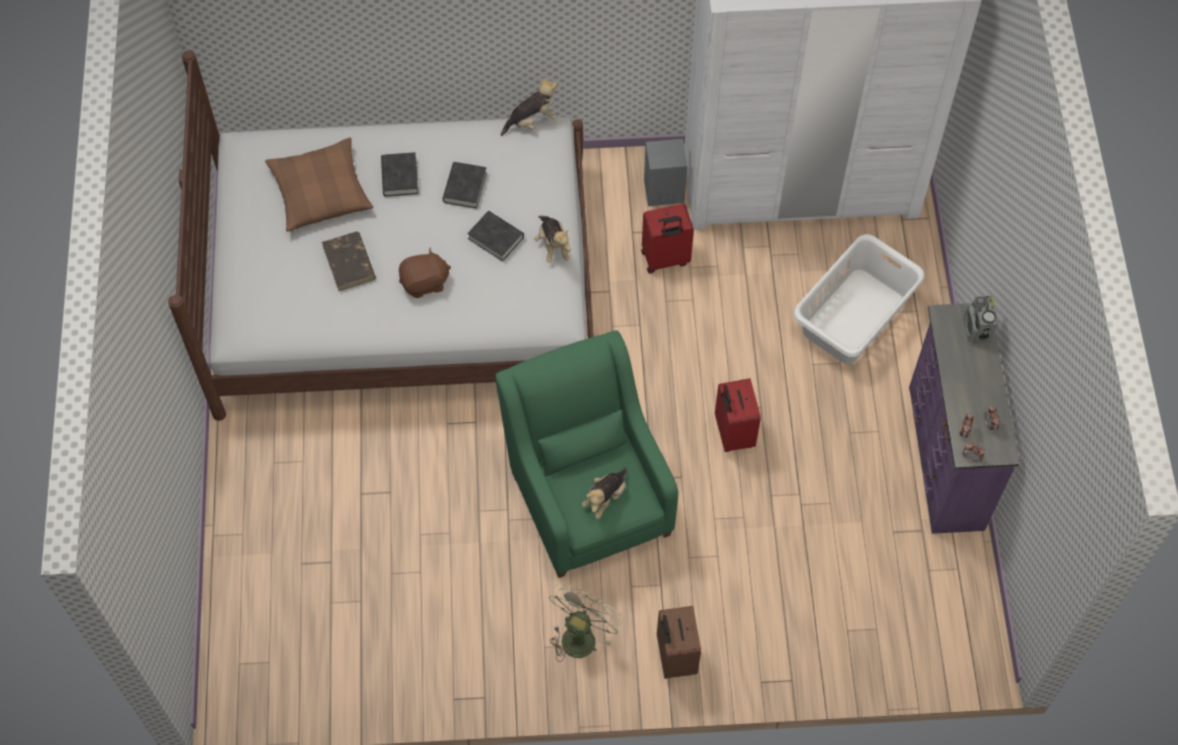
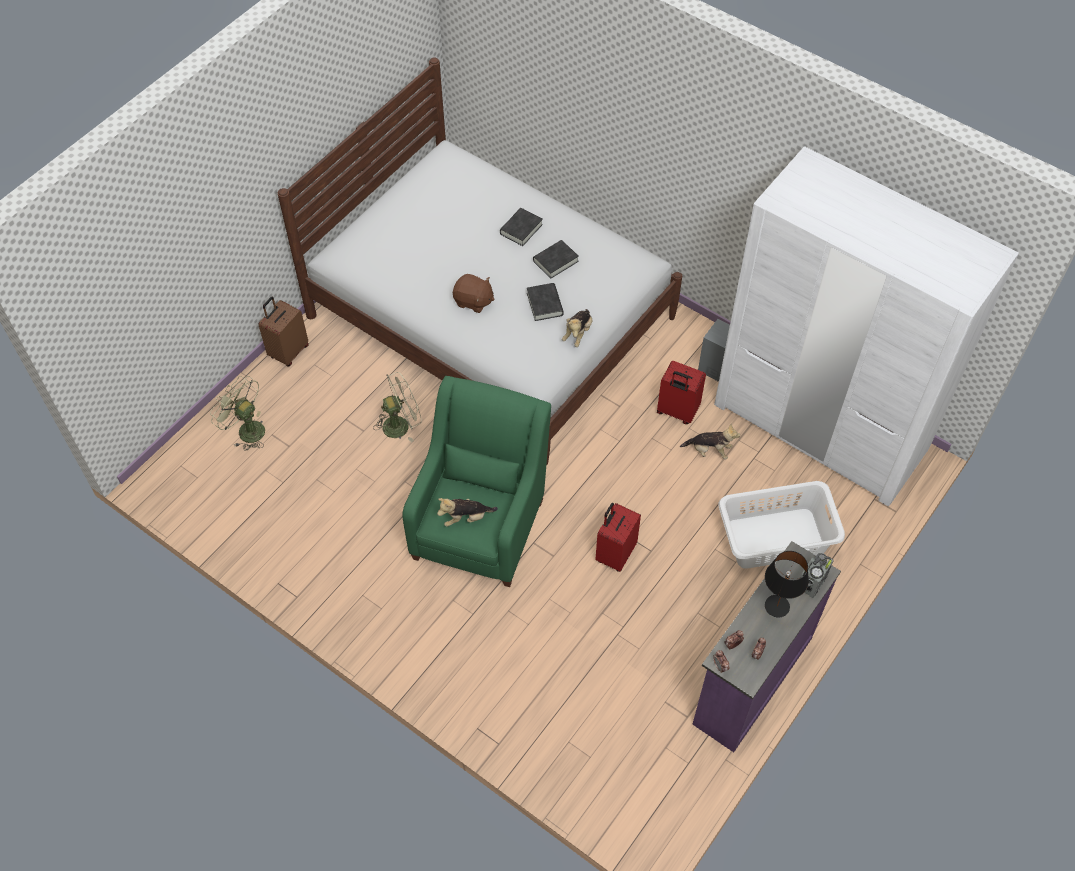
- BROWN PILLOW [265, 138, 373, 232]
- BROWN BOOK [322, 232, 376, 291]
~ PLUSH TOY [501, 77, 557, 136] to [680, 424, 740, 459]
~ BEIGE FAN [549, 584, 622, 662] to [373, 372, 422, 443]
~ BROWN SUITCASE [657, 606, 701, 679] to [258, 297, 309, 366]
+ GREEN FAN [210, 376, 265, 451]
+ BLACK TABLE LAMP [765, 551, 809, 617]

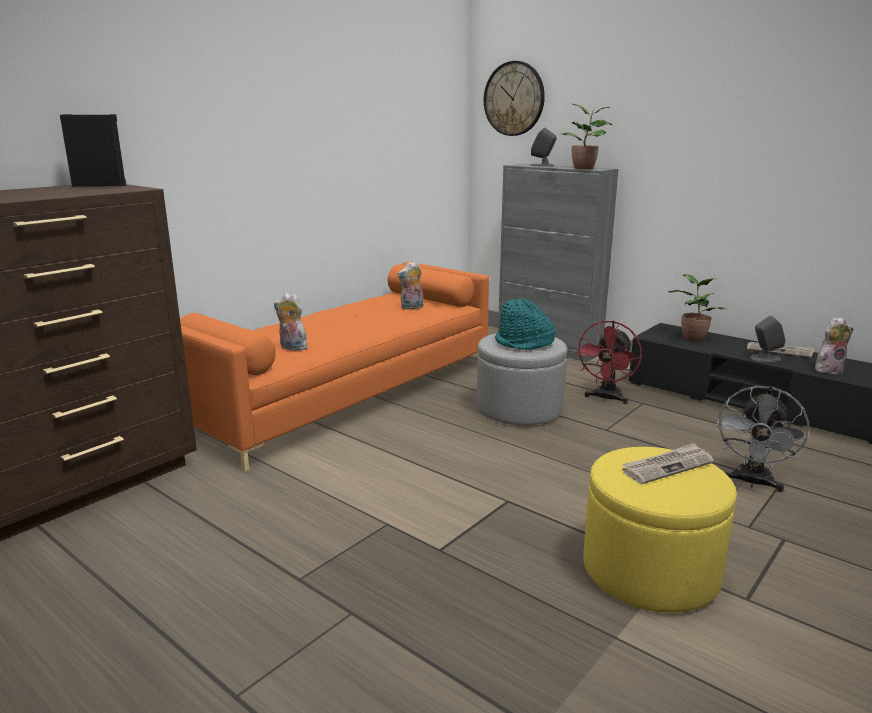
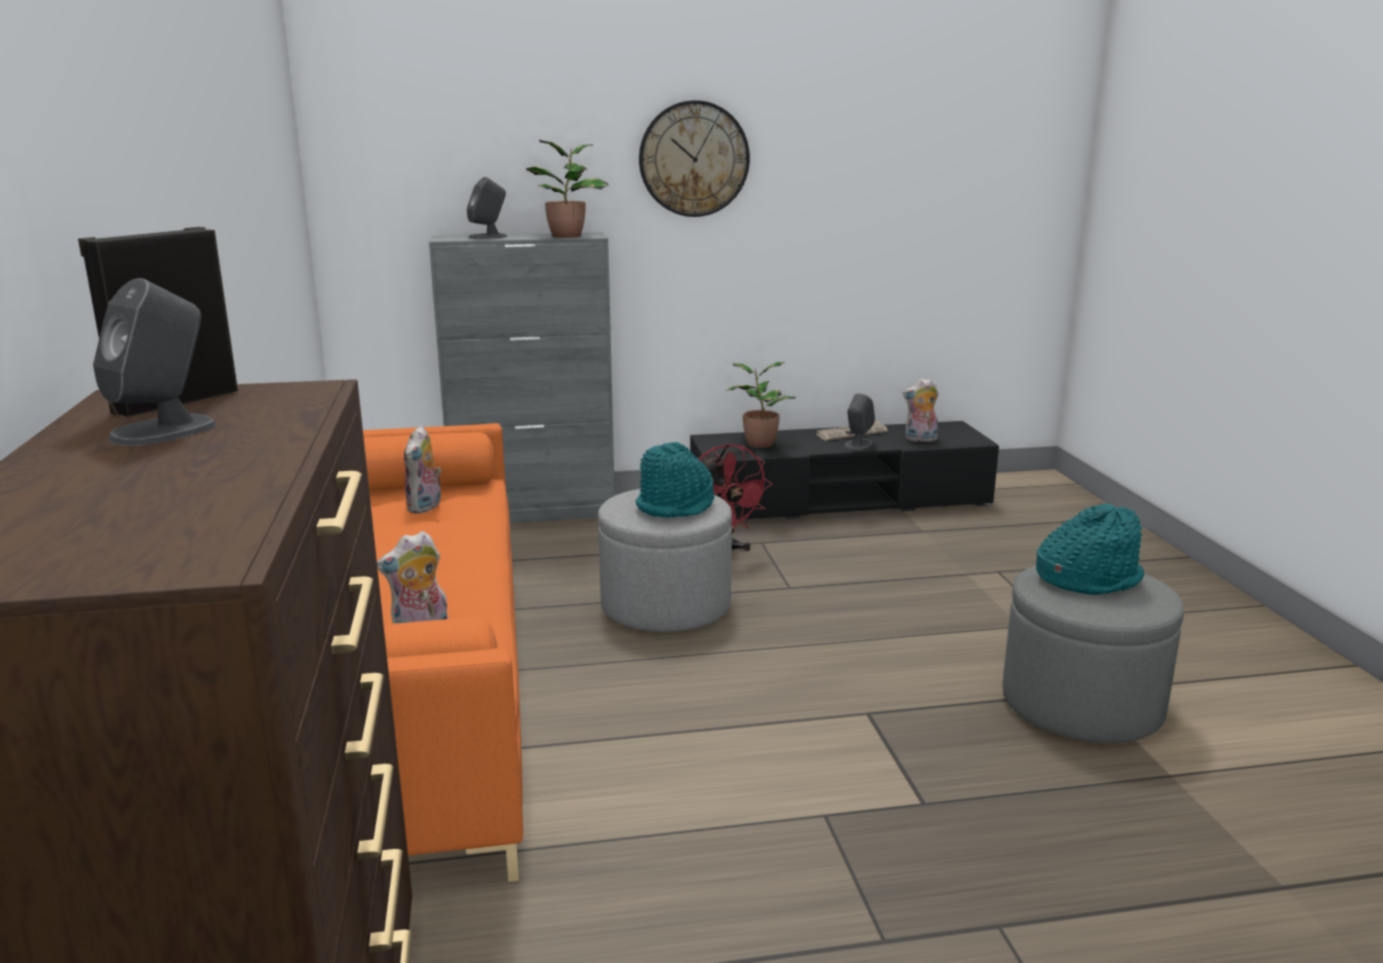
~ WALL CLOCK [484, 61, 545, 136] to [639, 100, 750, 217]
~ YELLOW OTTOMAN [583, 447, 737, 613] to GREY OTTOMAN [1002, 565, 1184, 743]
~ NEWSPAPER [622, 443, 714, 484] to TURQUOISE HAT [1036, 504, 1144, 595]
- GREY FAN [717, 386, 810, 492]
~ PLUSH TOY [815, 317, 854, 374] = [903, 378, 939, 442] 120 degrees counterclockwise
+ GREY SPEAKER [93, 278, 217, 446]

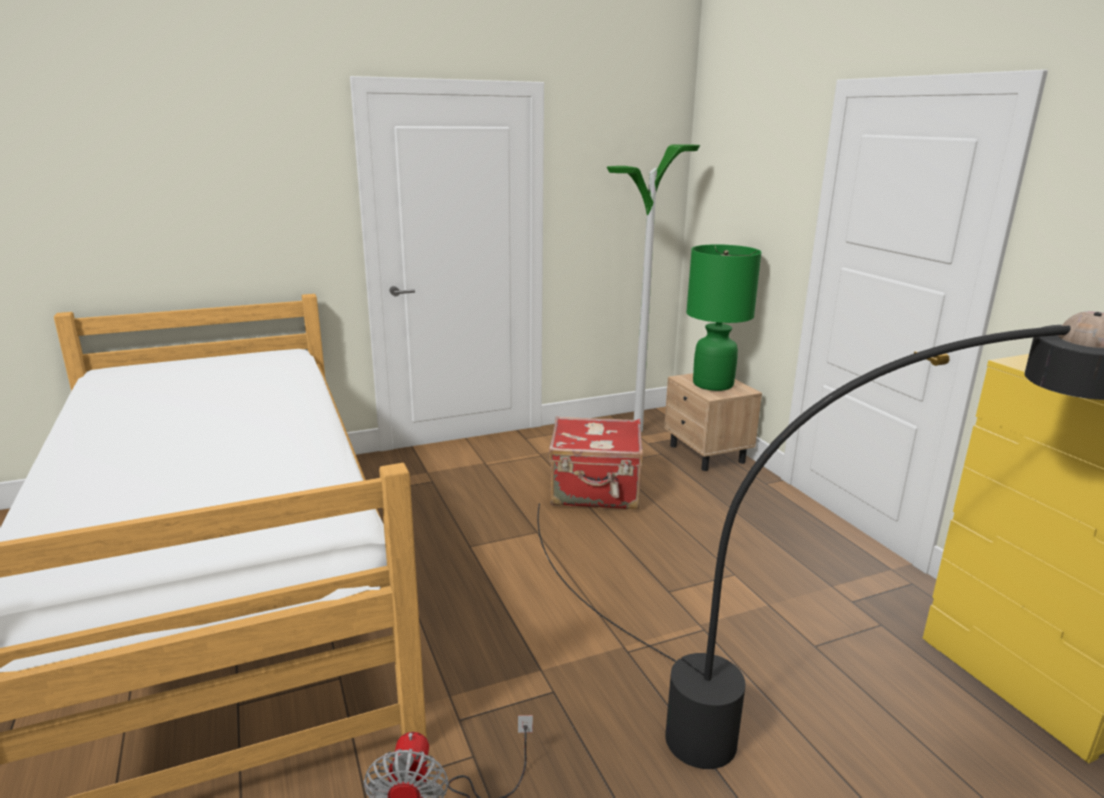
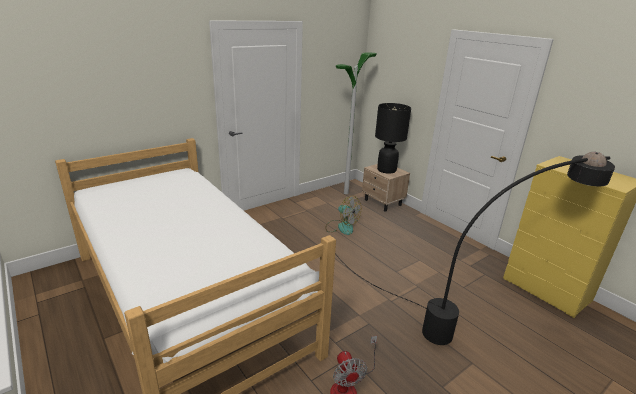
~ RED SUITCASE [548, 416, 643, 510] to FAN [325, 196, 361, 235]
~ GREEN TABLE LAMP [686, 244, 762, 391] to BLACK TABLE LAMP [375, 103, 411, 174]

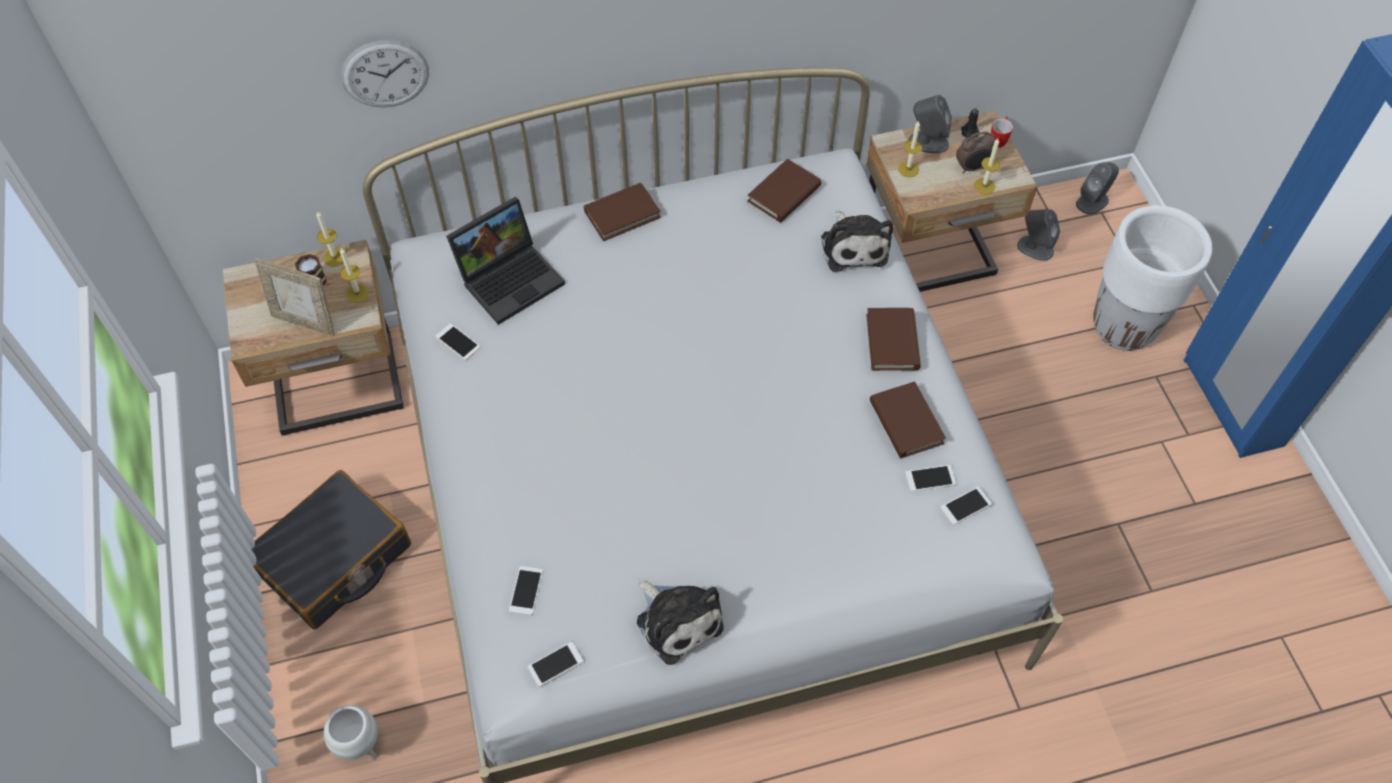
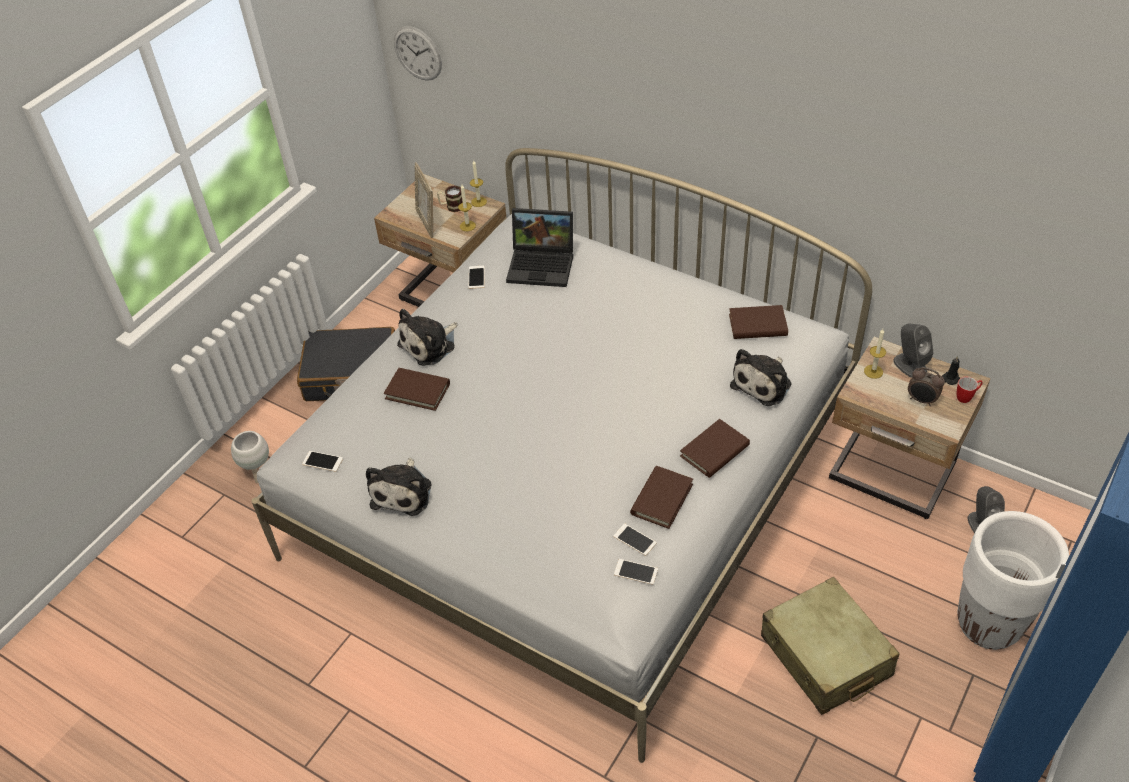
~ WALL CLOCK [341, 40, 429, 107] to [394, 26, 442, 81]
- PHONE [509, 566, 543, 615]
~ BROWN BOOK [584, 183, 661, 241] to [384, 368, 450, 411]
- CANDLE [974, 139, 1000, 195]
- GREY SPEAKER [1076, 163, 1119, 215]
+ PLUSH TOY [397, 309, 457, 366]
+ BEIGE SUITCASE [761, 577, 900, 715]

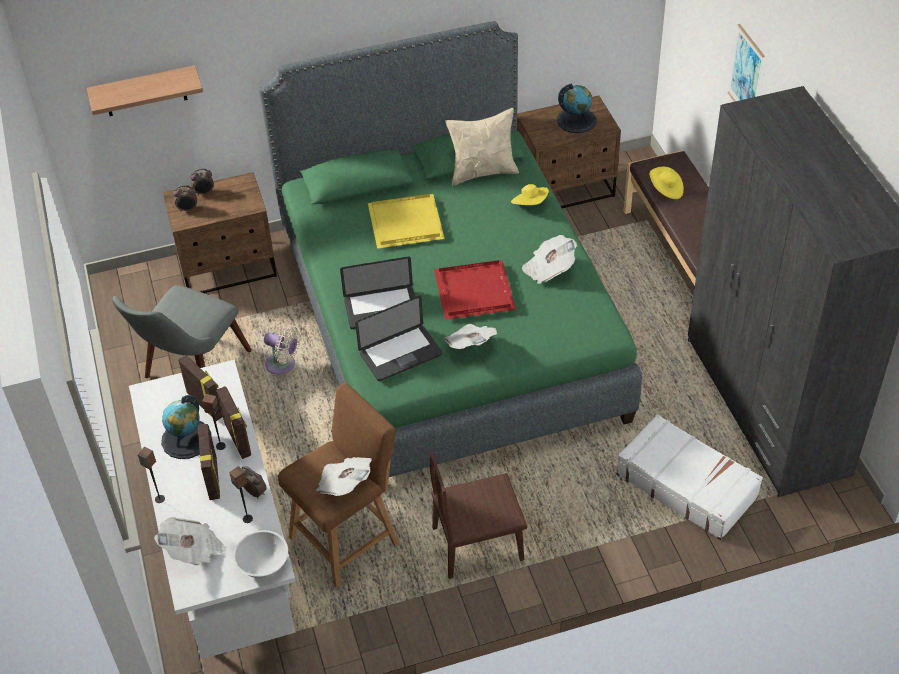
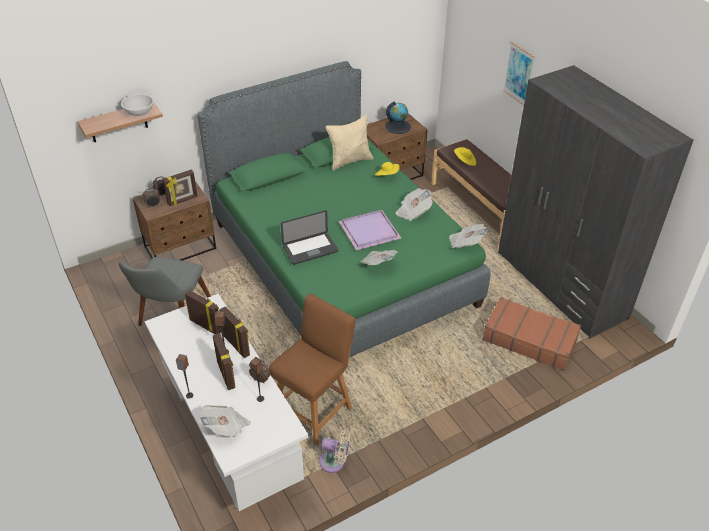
- GLOBE [161, 395, 212, 459]
~ WHITE BOWL [233, 530, 288, 578] to [121, 94, 154, 116]
~ BEIGE FAN [264, 325, 301, 375] to [320, 430, 350, 473]
~ NEWSPAPER [316, 457, 371, 496] to [449, 224, 488, 248]
- LAPTOP [355, 296, 442, 381]
- YELLOW TRAY [368, 194, 445, 249]
- BROWN CHAIR [430, 452, 527, 579]
~ RED TRAY [434, 260, 516, 320] to PURPLE TRAY [339, 210, 401, 250]
~ WHITE SUITCASE [616, 414, 763, 540] to BROWN SUITCASE [482, 297, 581, 371]
+ PICTURE FRAME [163, 169, 198, 206]

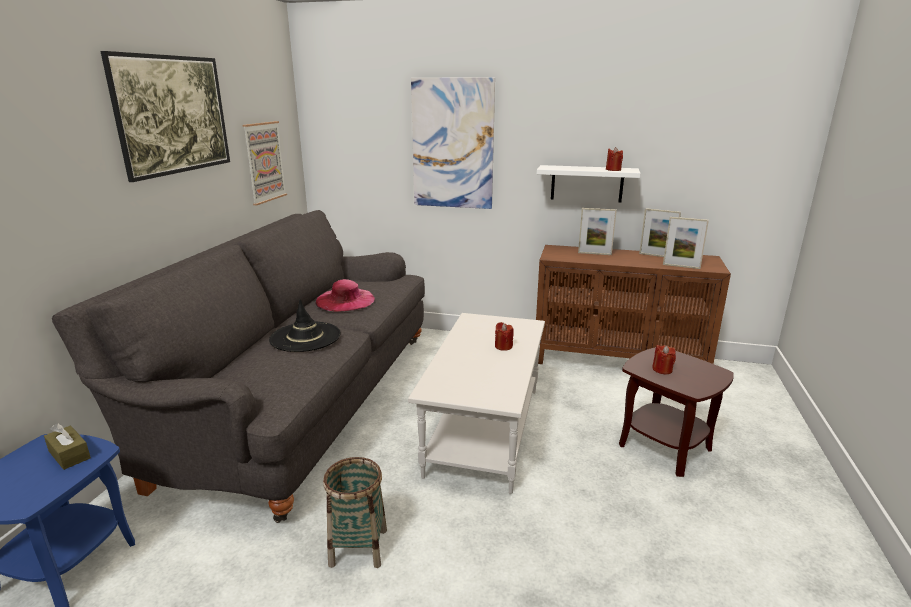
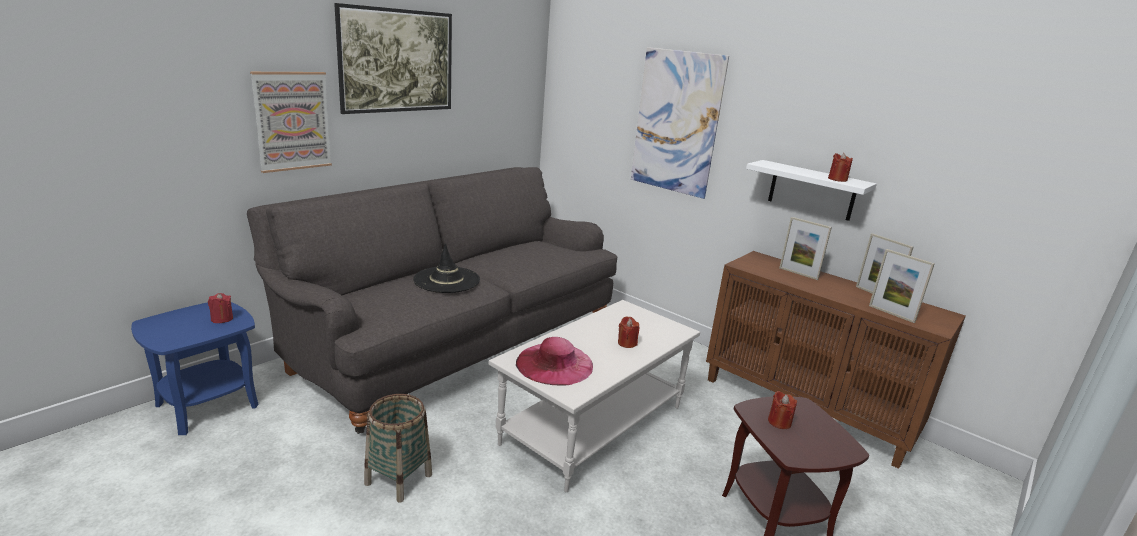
~ BROWN TISSUE BOX [44, 423, 91, 470] to RED CANDLE [208, 293, 233, 323]
~ PICTURE [243, 121, 287, 205] to [250, 72, 332, 173]
~ PINK HAT [316, 279, 375, 312] to [516, 337, 593, 386]

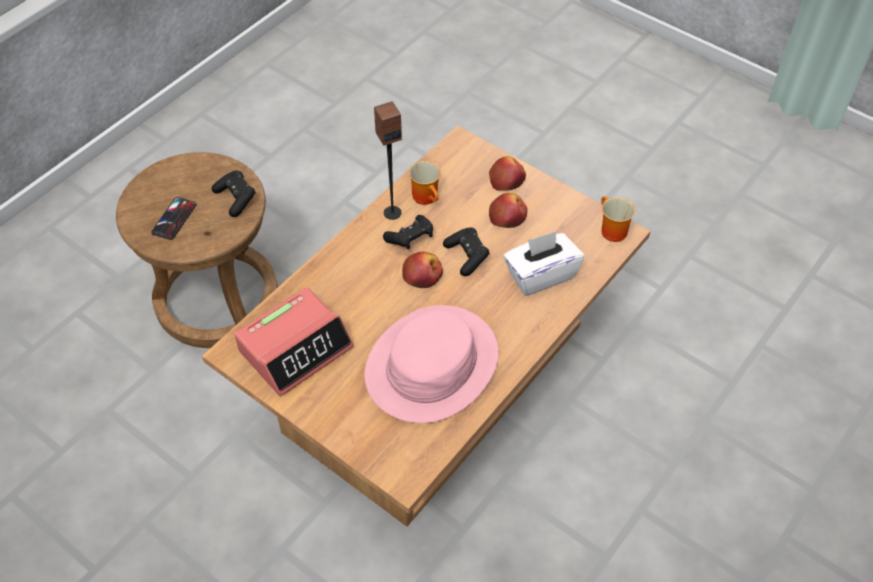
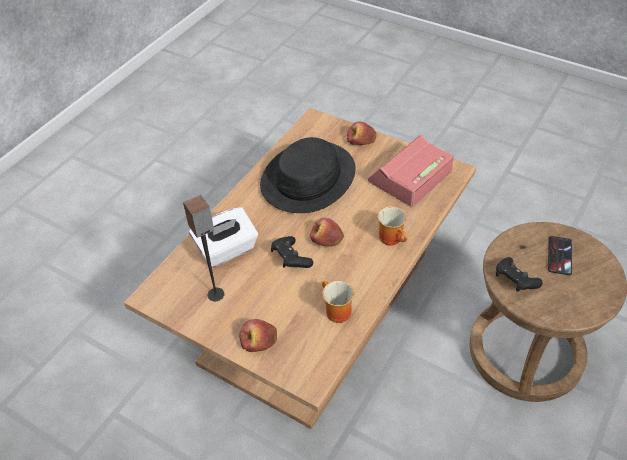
~ PINK HAT [364, 305, 499, 423] to BLACK HAT [260, 137, 356, 213]
~ SPEAKER [374, 101, 402, 220] to [183, 195, 224, 301]
- BLACK GAME CONTROLLER [383, 215, 433, 249]
~ APPLE [489, 193, 527, 228] to [347, 121, 377, 145]
~ MUG [601, 196, 635, 242] to [378, 206, 407, 246]

